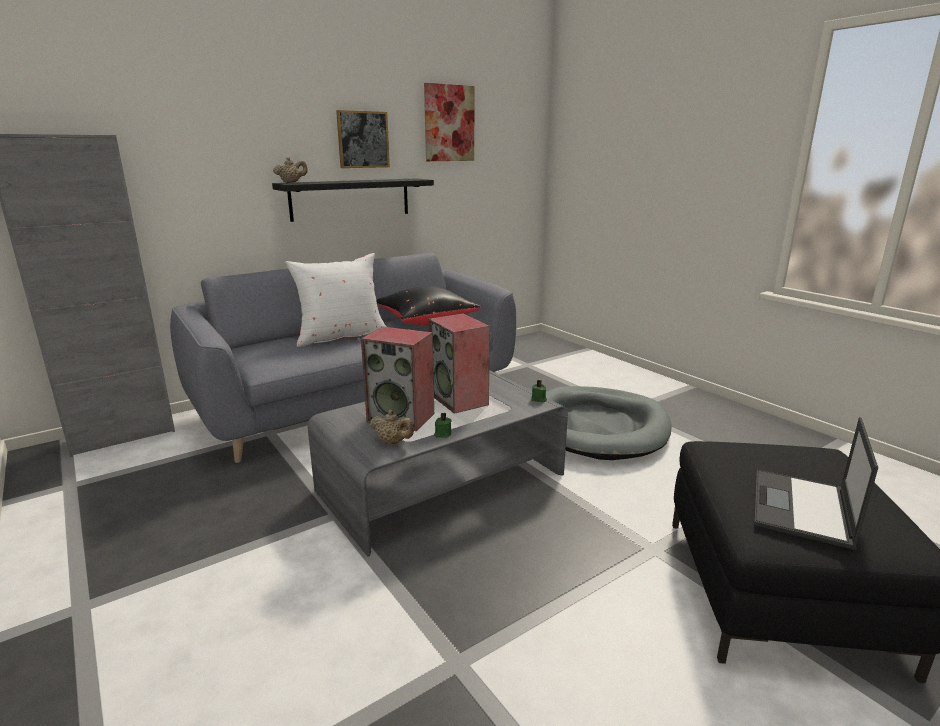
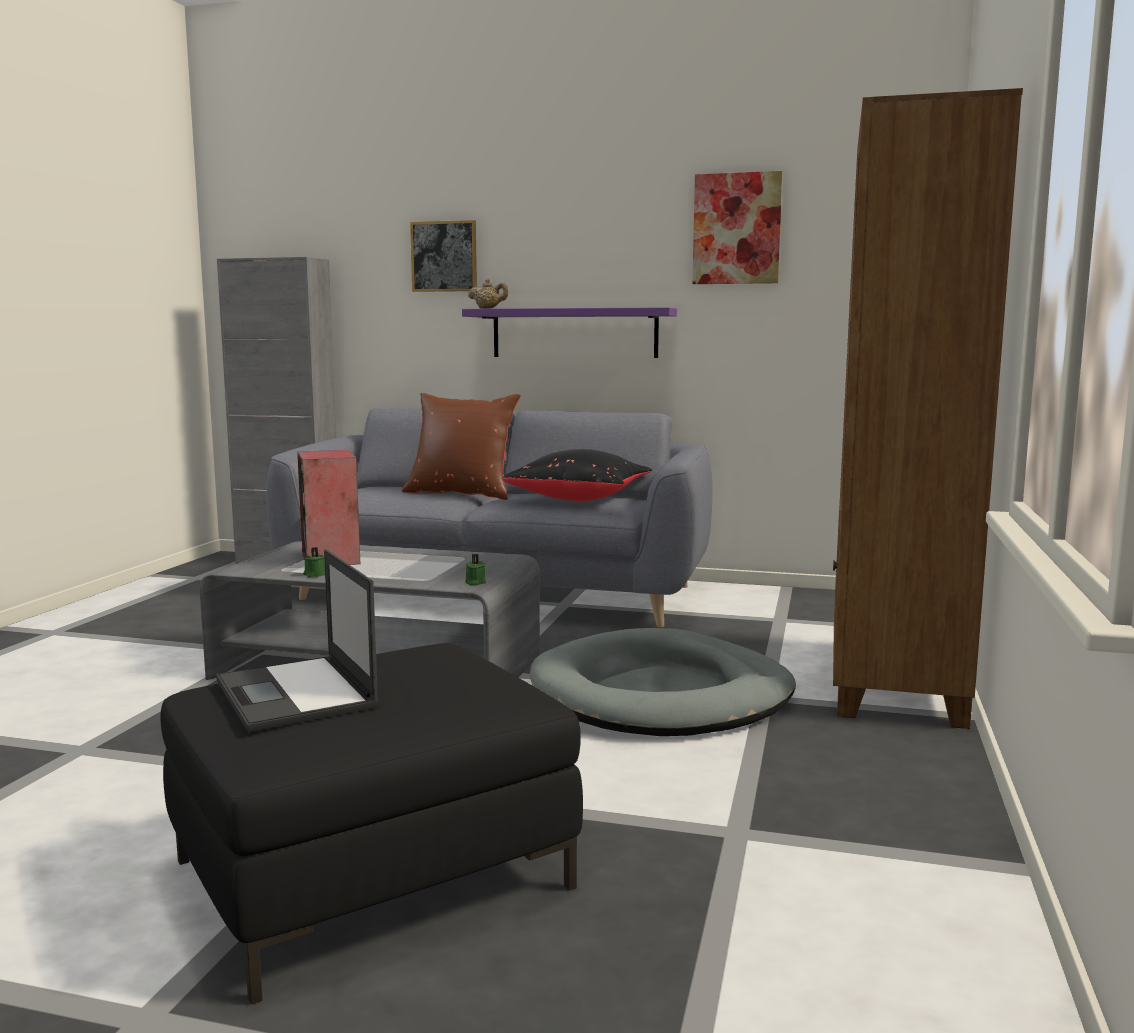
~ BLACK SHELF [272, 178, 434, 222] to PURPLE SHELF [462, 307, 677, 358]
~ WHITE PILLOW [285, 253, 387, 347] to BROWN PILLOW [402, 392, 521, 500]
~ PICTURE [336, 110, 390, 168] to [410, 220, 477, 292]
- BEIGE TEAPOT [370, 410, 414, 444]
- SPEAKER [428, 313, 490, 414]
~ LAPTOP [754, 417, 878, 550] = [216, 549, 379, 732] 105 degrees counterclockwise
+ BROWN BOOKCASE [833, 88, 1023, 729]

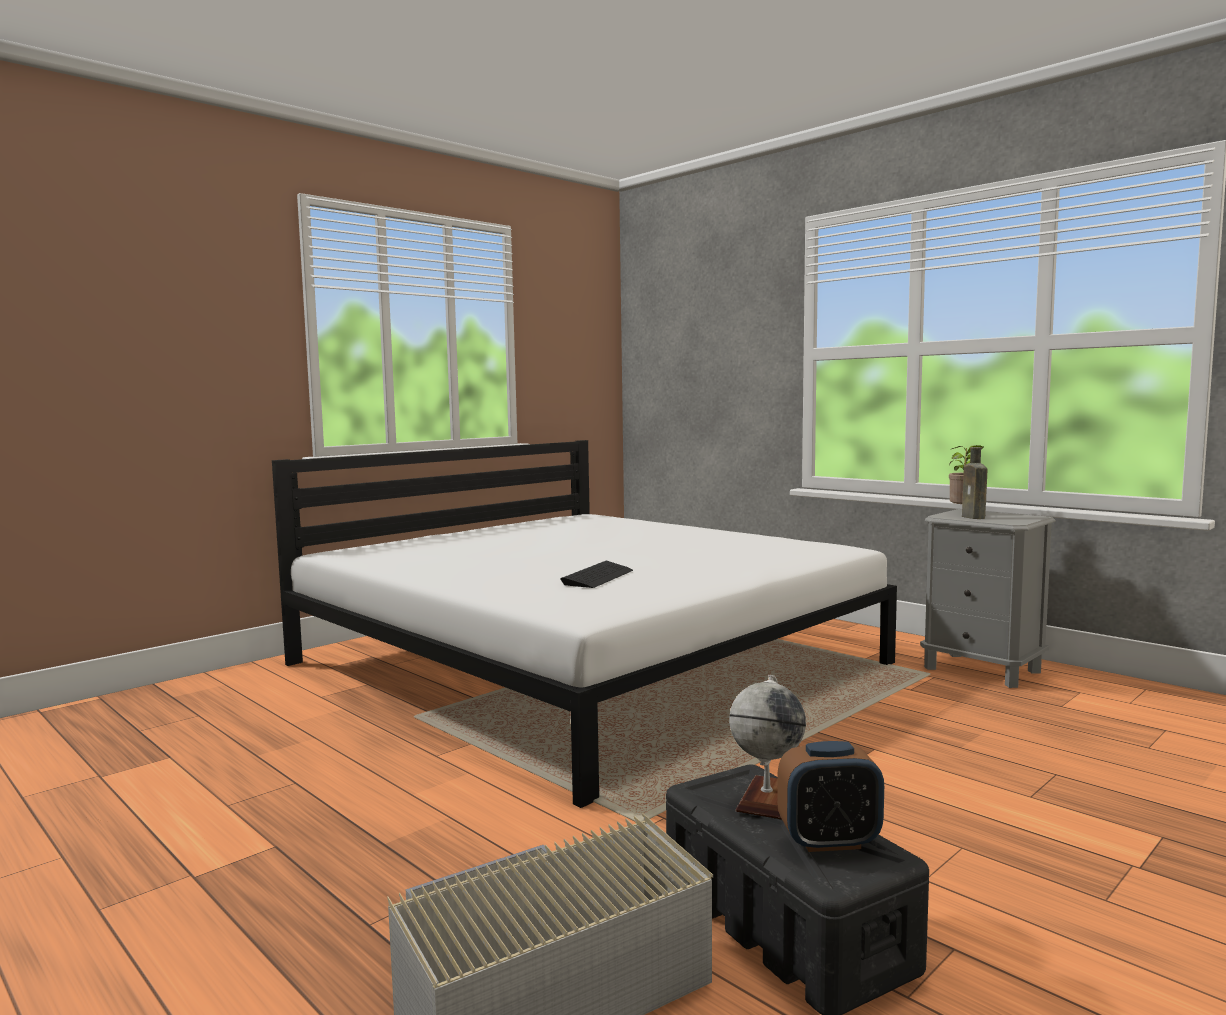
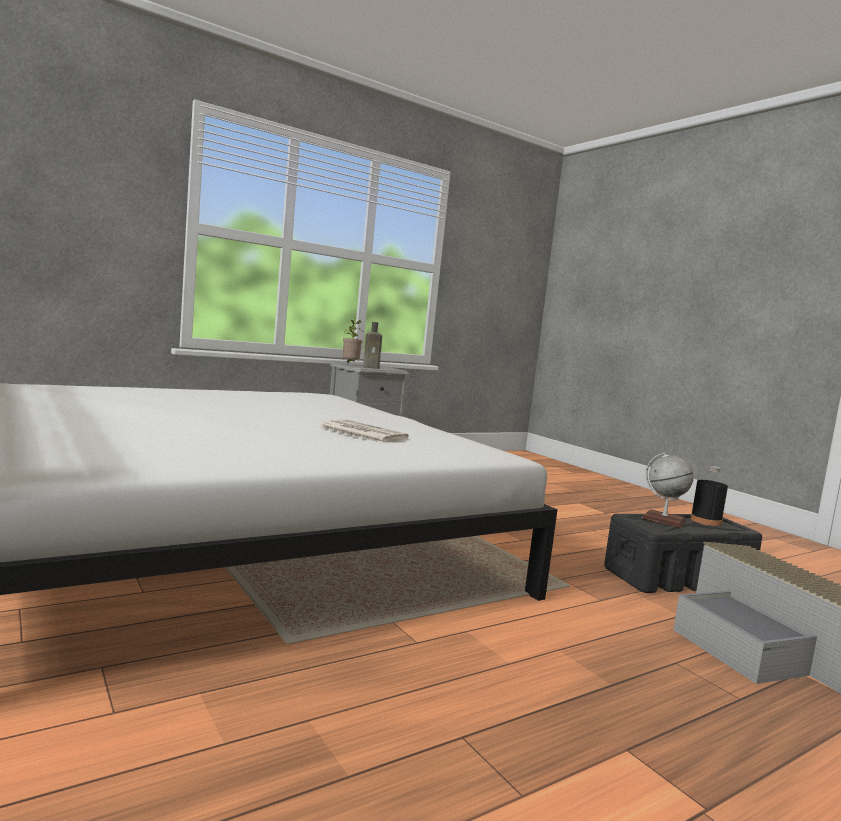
~ KEYBOARD [561, 561, 633, 588] to NEWSPAPER [320, 420, 409, 443]
~ ALARM CLOCK [777, 741, 884, 852] to BLACK BOTTLE [690, 466, 728, 526]

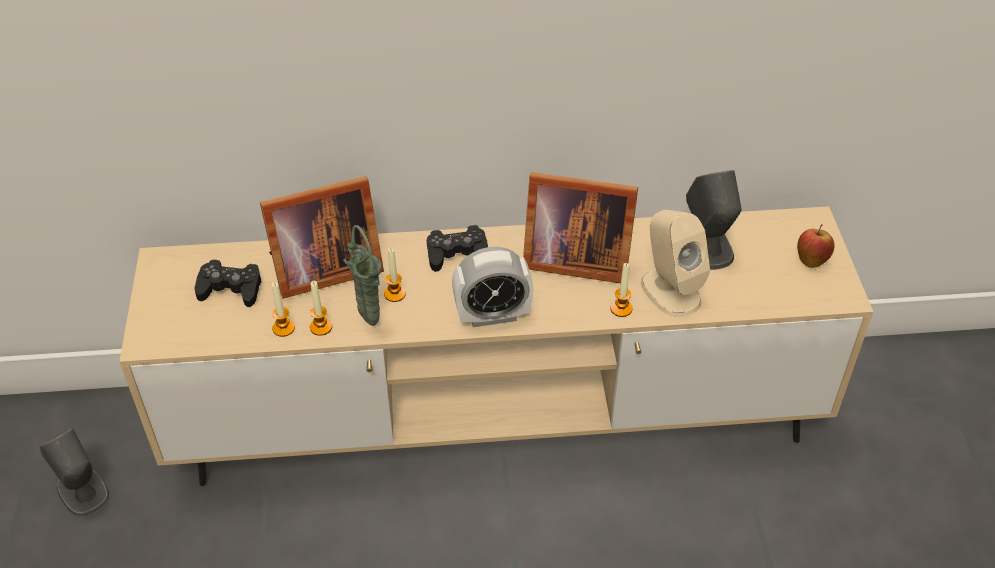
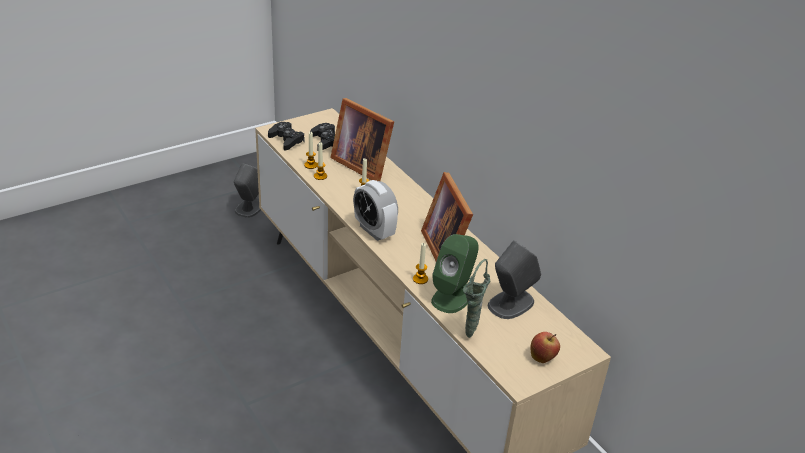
~ GREEN VASE [343, 225, 382, 326] to [463, 259, 490, 338]
~ BLACK GAME CONTROLLER [427, 225, 488, 272] to [268, 122, 305, 151]
~ BEIGE SPEAKER [641, 210, 710, 317] to GREEN SPEAKER [431, 234, 479, 313]

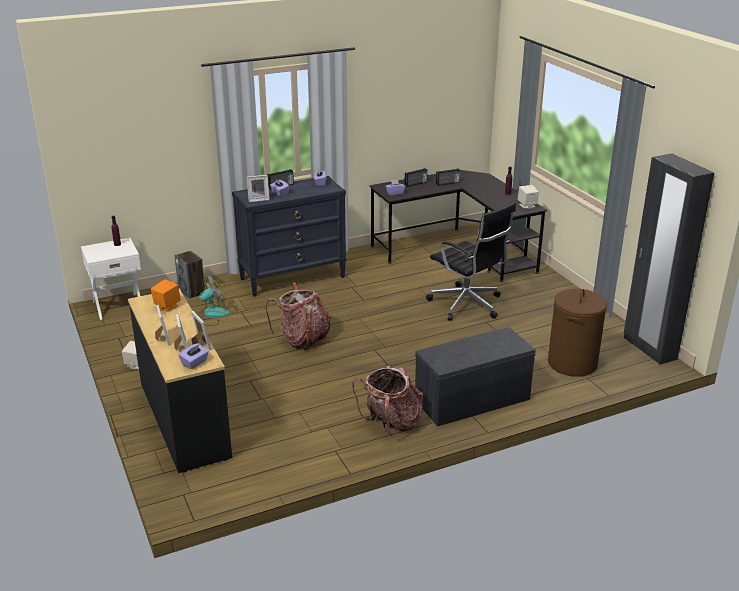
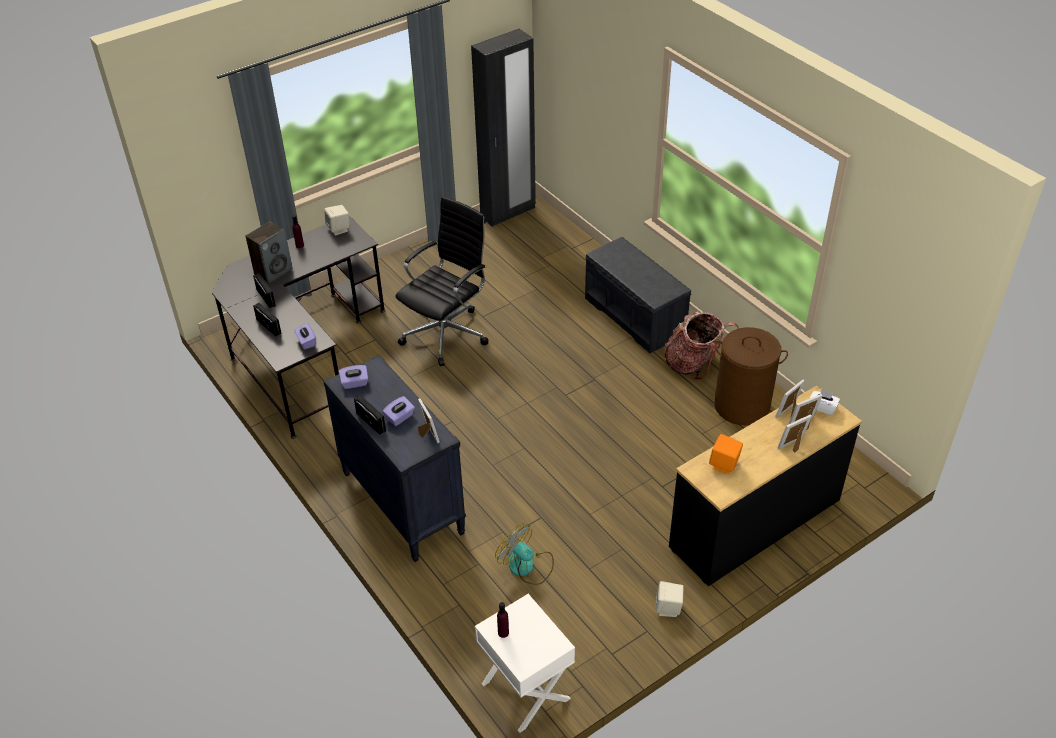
~ SPEAKER [174, 251, 205, 299] to [246, 221, 293, 284]
~ PURPLE TISSUE BOX [179, 343, 209, 369] to WHITE TISSUE BOX [810, 389, 840, 415]
- BACKPACK [266, 282, 331, 350]
~ BROWN LAUNDRY BASKET [548, 289, 607, 377] to [714, 327, 788, 426]

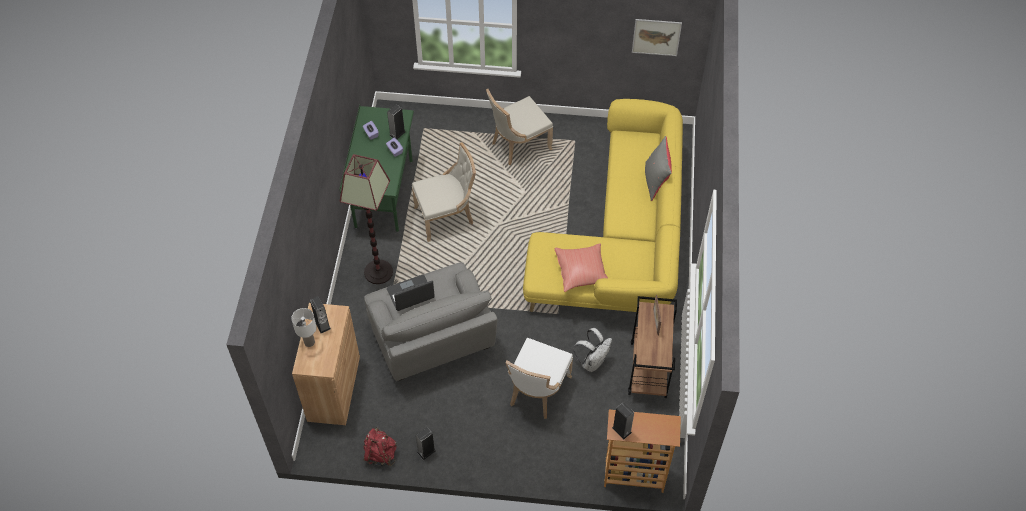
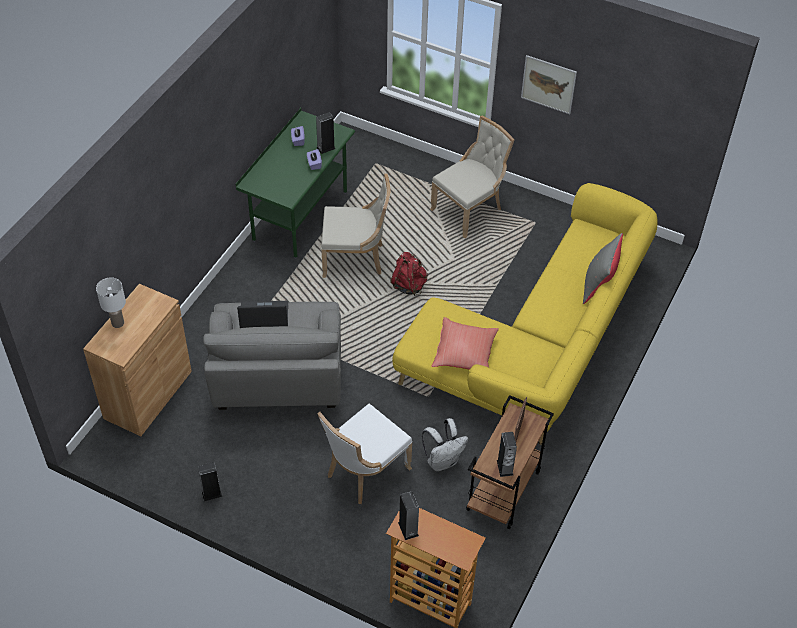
~ SPEAKER [310, 296, 331, 333] to [497, 432, 517, 477]
- FLOOR LAMP [339, 154, 393, 284]
~ RED BACKPACK [364, 427, 397, 467] to [390, 252, 428, 296]
~ BEIGE CHAIR [486, 89, 553, 165] = [430, 116, 514, 238] 150 degrees clockwise
~ PICTURE [632, 19, 682, 56] to [521, 55, 577, 114]

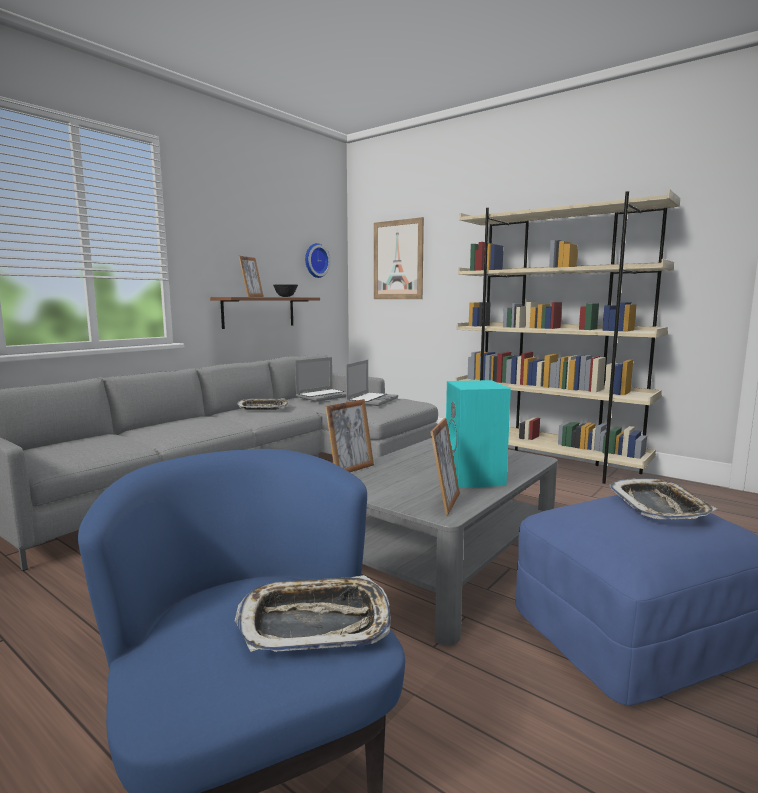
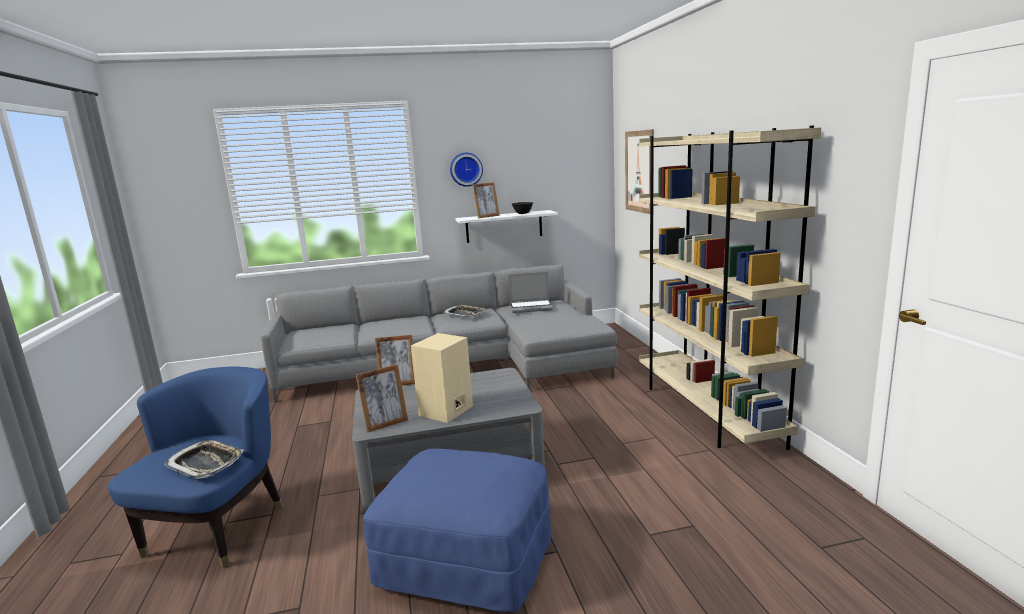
~ BROWN SHELF [210, 297, 320, 329] to WHITE SHELF [455, 210, 558, 243]
~ WALL CLOCK [305, 243, 331, 278] to [450, 153, 483, 187]
- LAPTOP [346, 360, 398, 406]
~ TURQUOISE SPEAKER [446, 380, 511, 488] to BEIGE SPEAKER [411, 333, 473, 423]
- TRAY [609, 478, 717, 519]

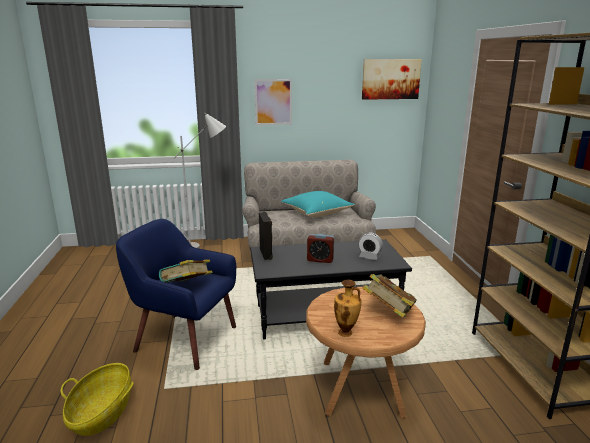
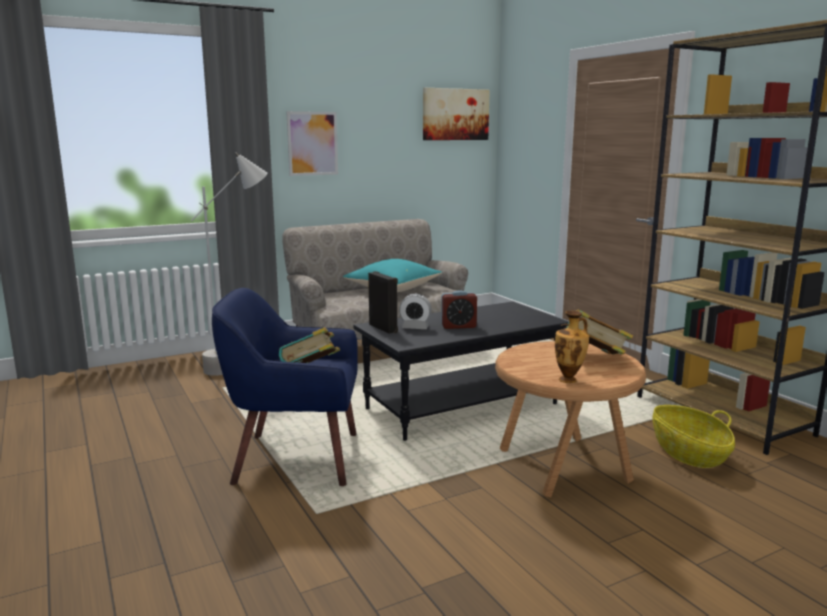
~ BASKET [61, 363, 134, 436] to [652, 405, 735, 468]
~ ALARM CLOCK [358, 233, 383, 260] to [399, 294, 431, 329]

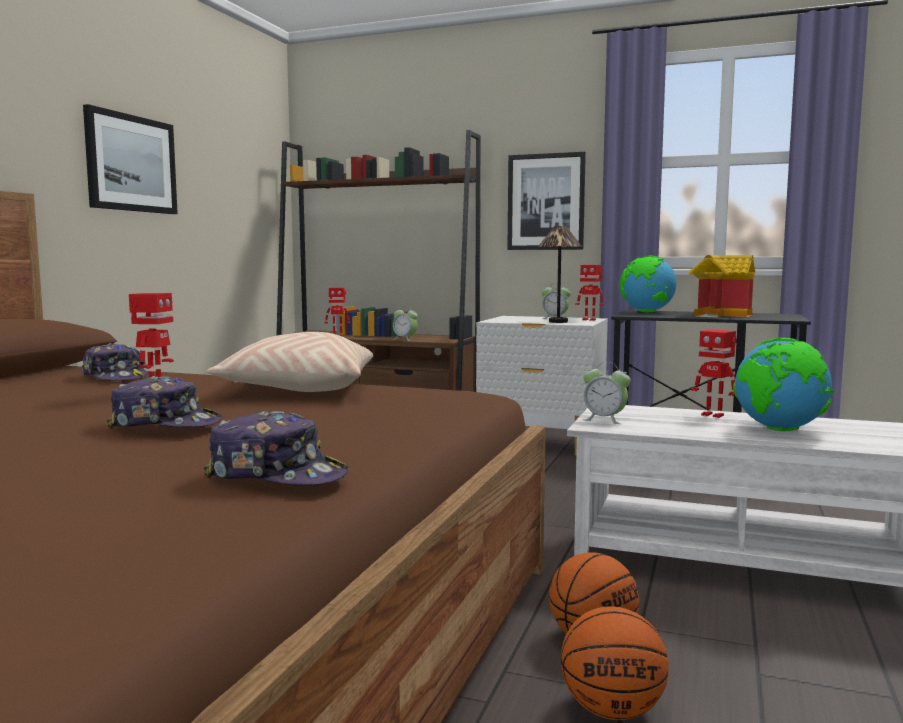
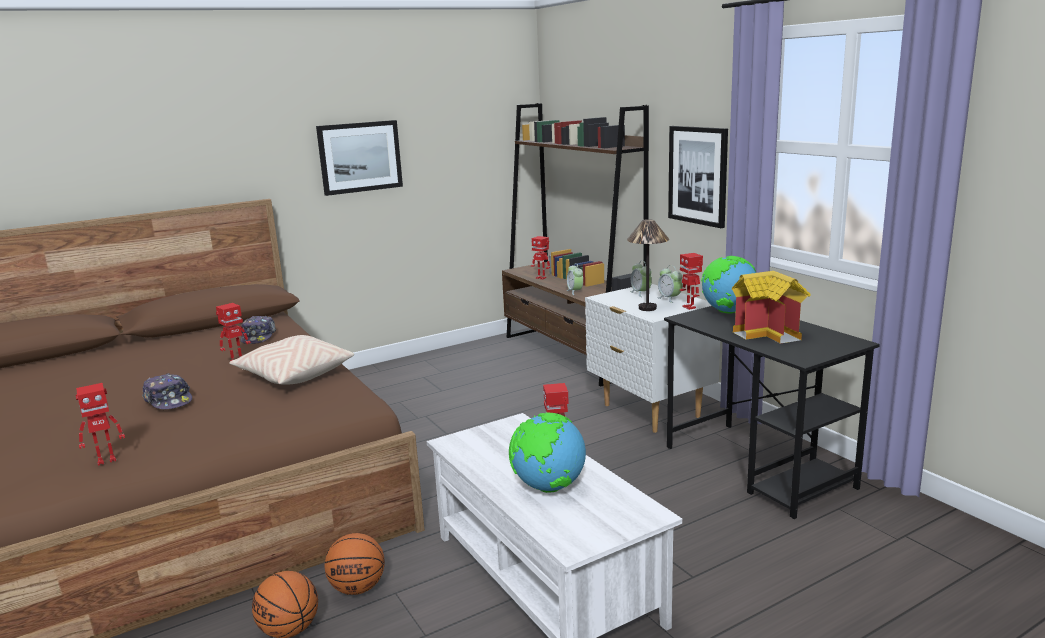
~ CAP [204, 411, 348, 486] to TOY ROBOT [76, 383, 125, 465]
~ ALARM CLOCK [583, 362, 631, 424] to [630, 261, 652, 297]

